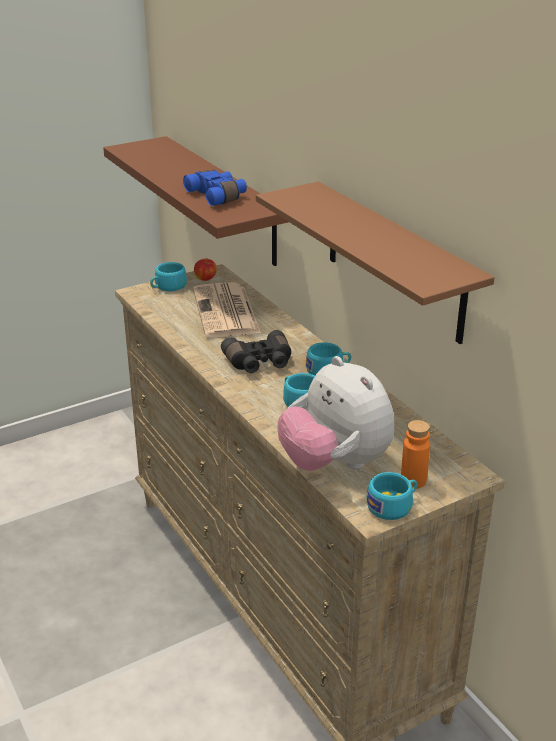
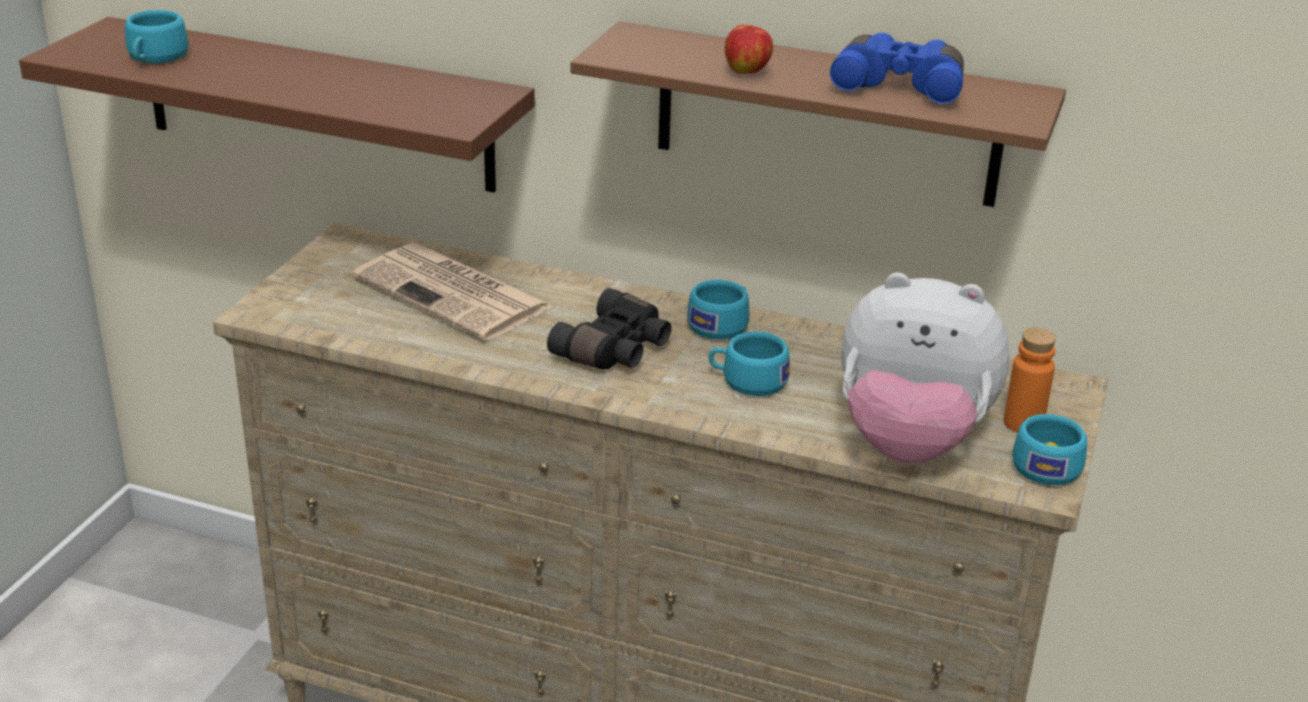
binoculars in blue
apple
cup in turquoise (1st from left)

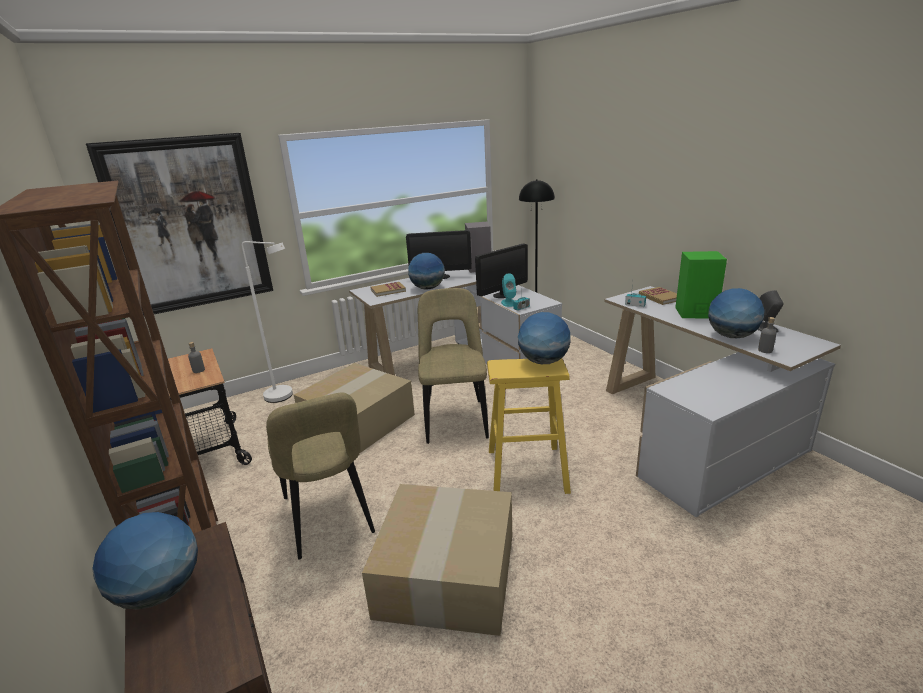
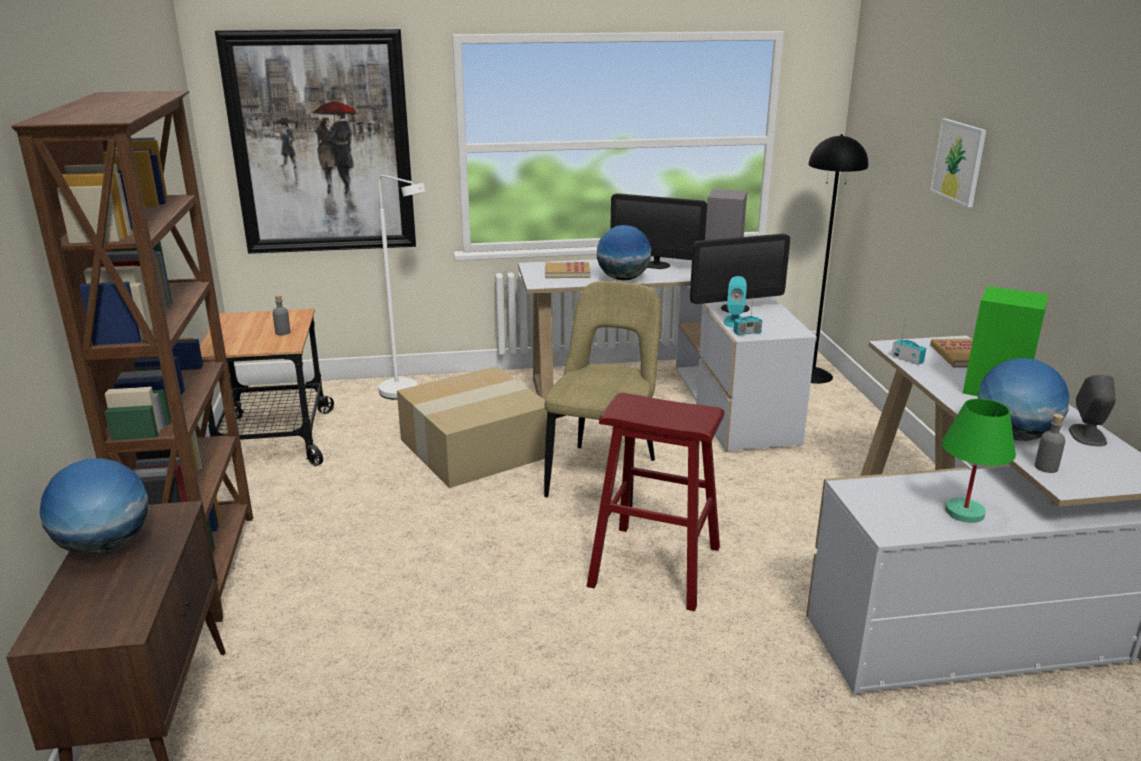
globe (3rd from left in the first image)
stool in red
chair in beige (1st from left in the first image)
cardboard box (2nd from left in the first image)
picture (2nd from left)
table lamp in green

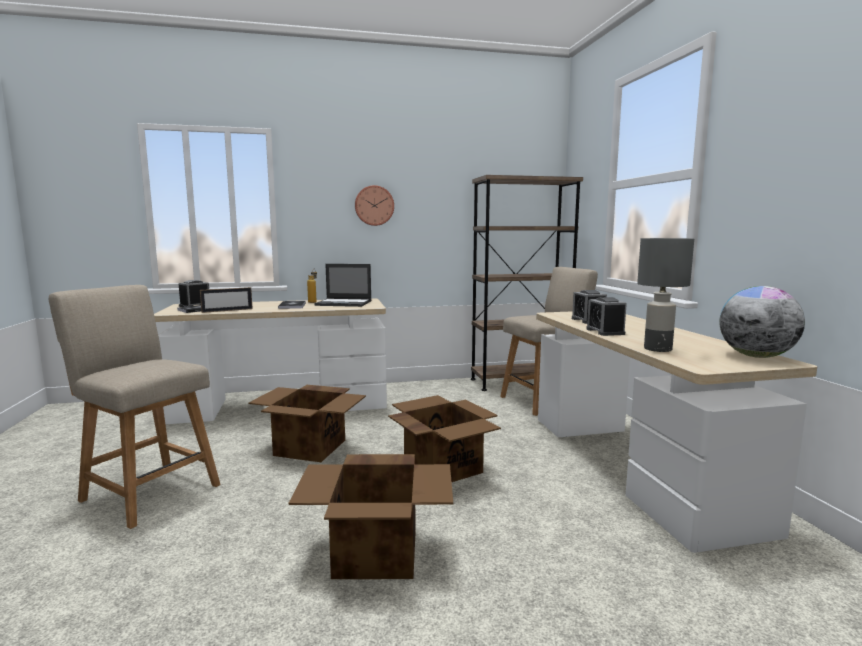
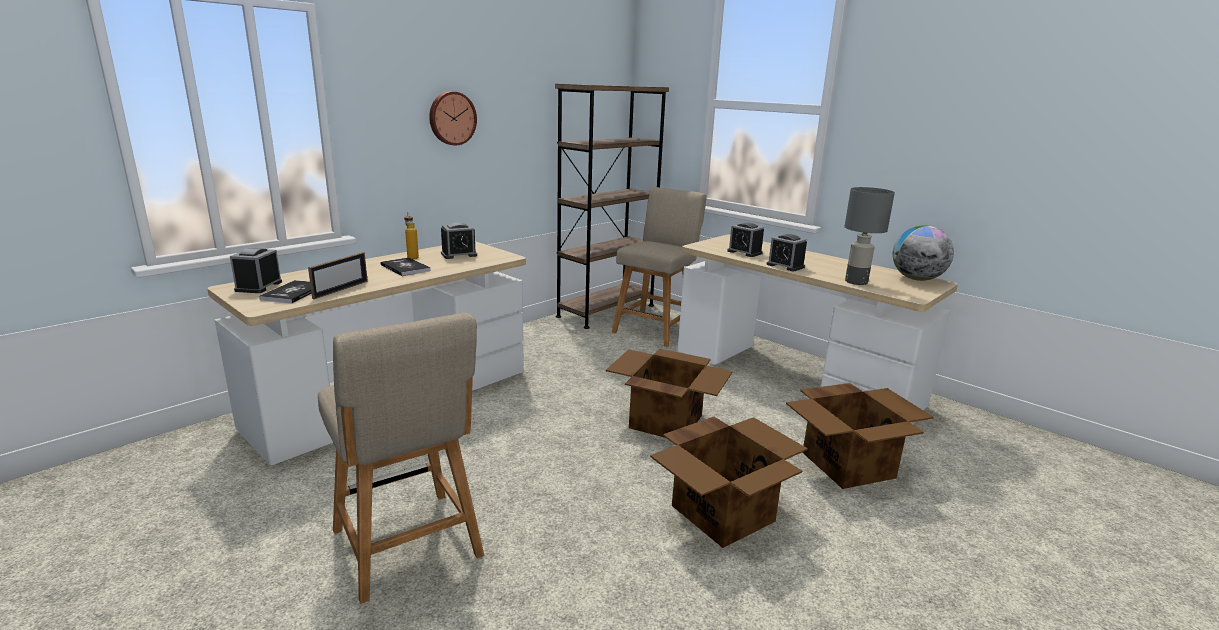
alarm clock (2nd from left)
chair in beige (1st from left)
cardboard box (3rd from left)

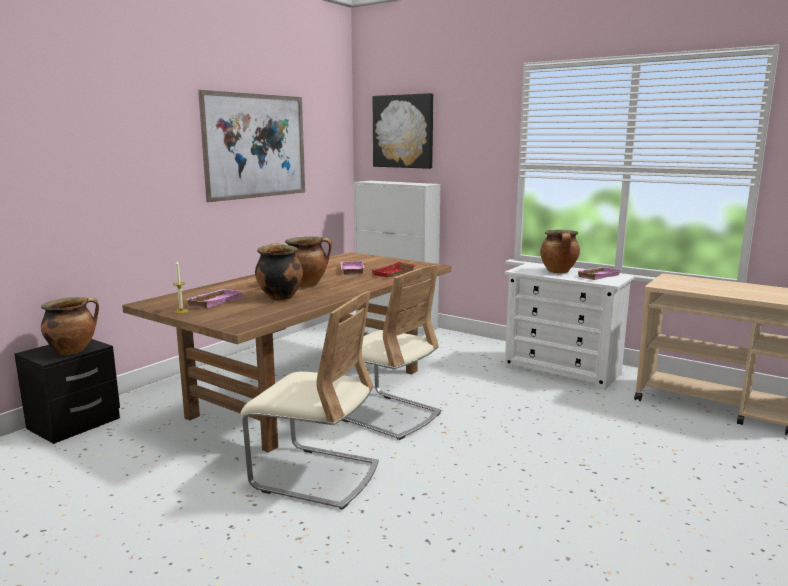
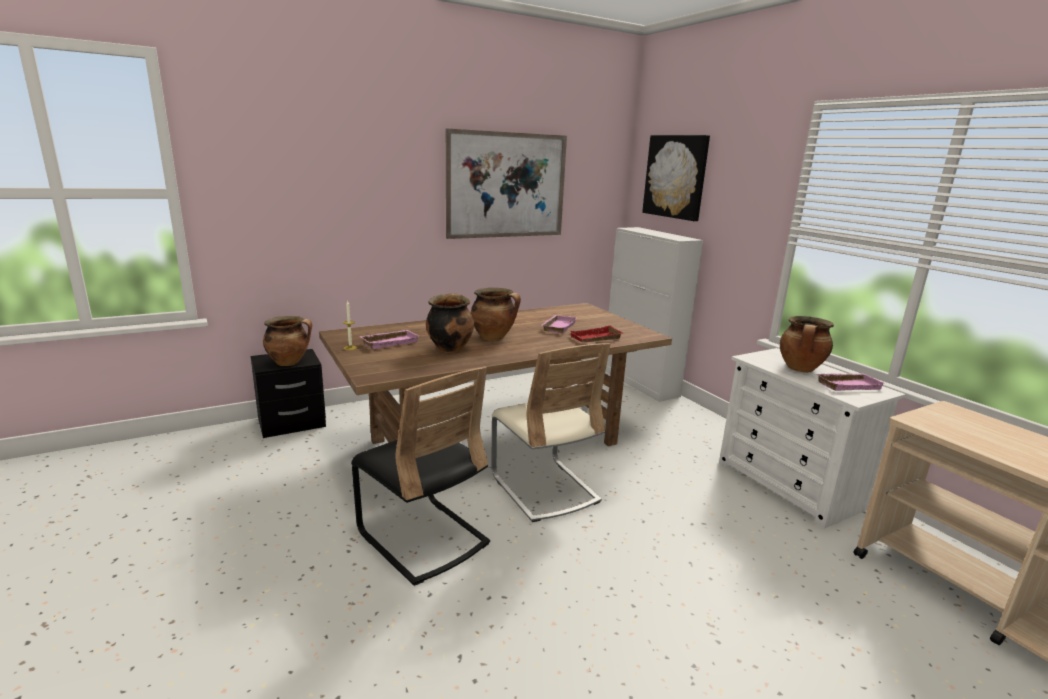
chair in black

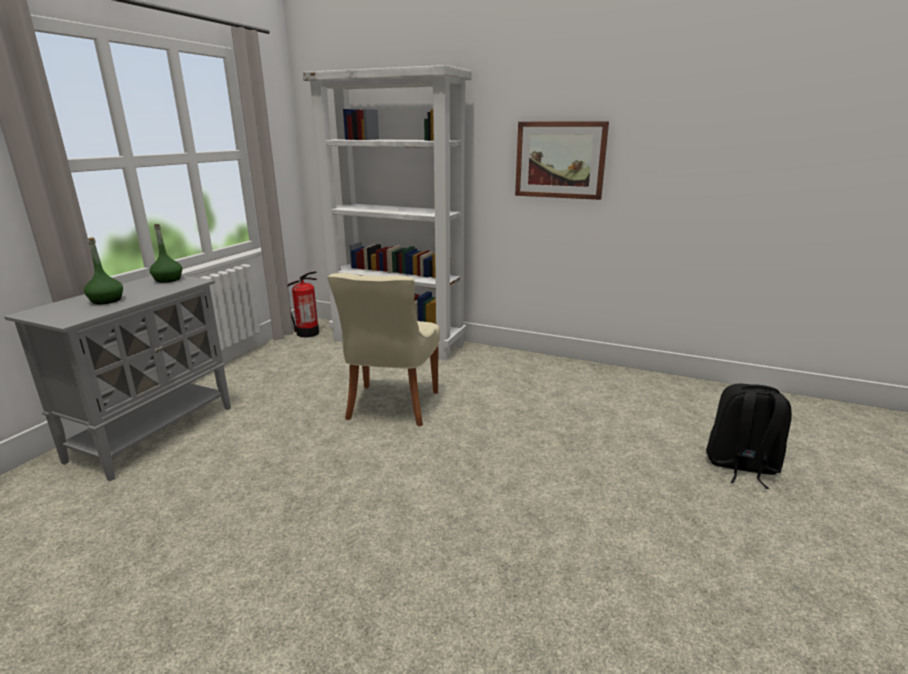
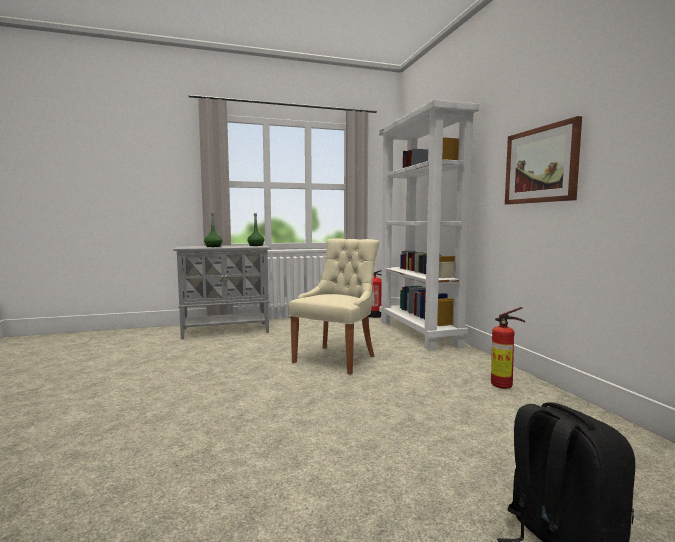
chair in beige
fire extinguisher (2nd from left)

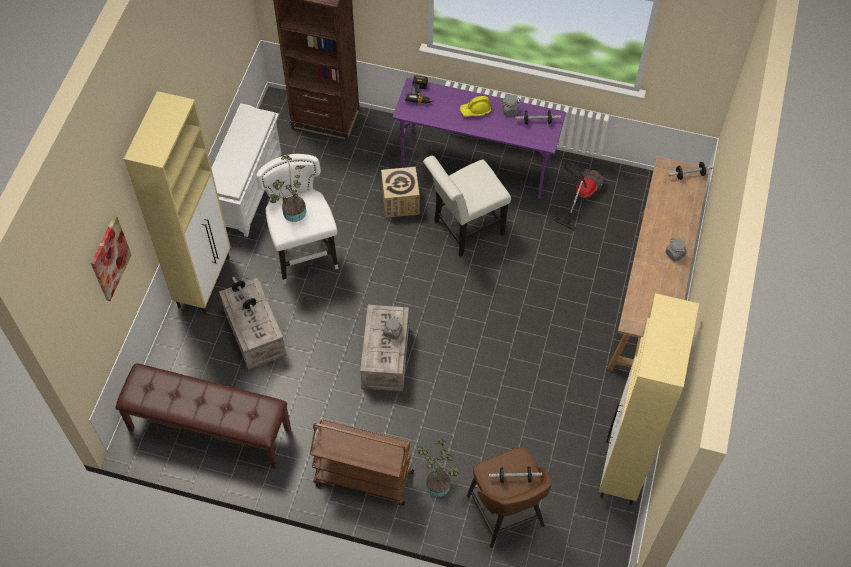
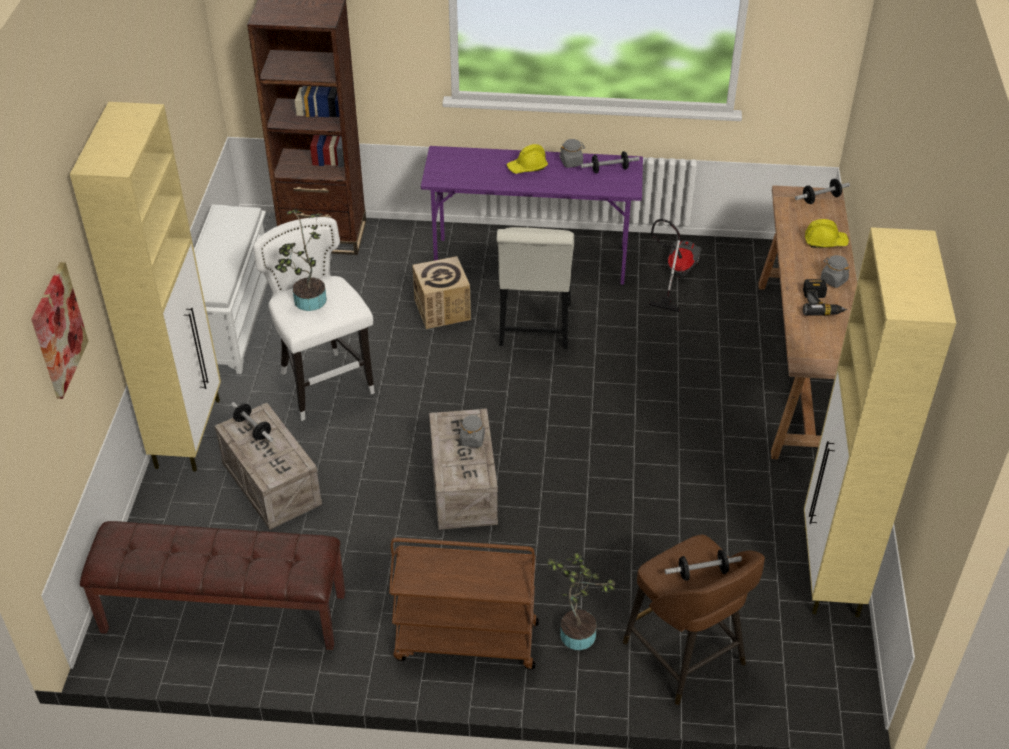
power drill
chair in white
hard hat in yellow (2nd from left)

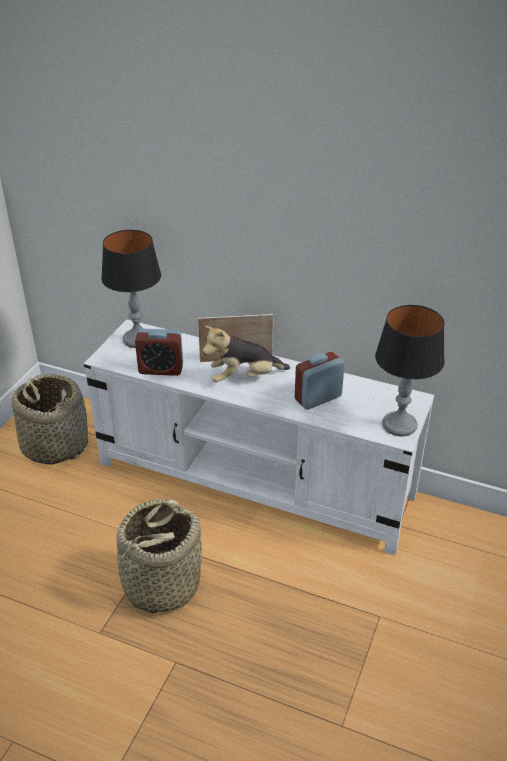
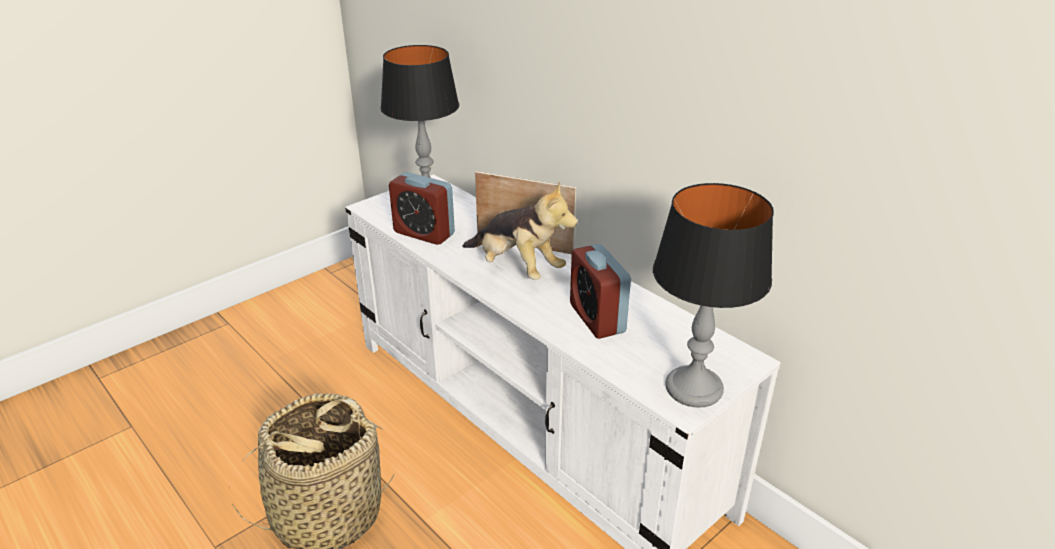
plush toy
alarm clock (2nd from left)
basket (1st from left in the first image)

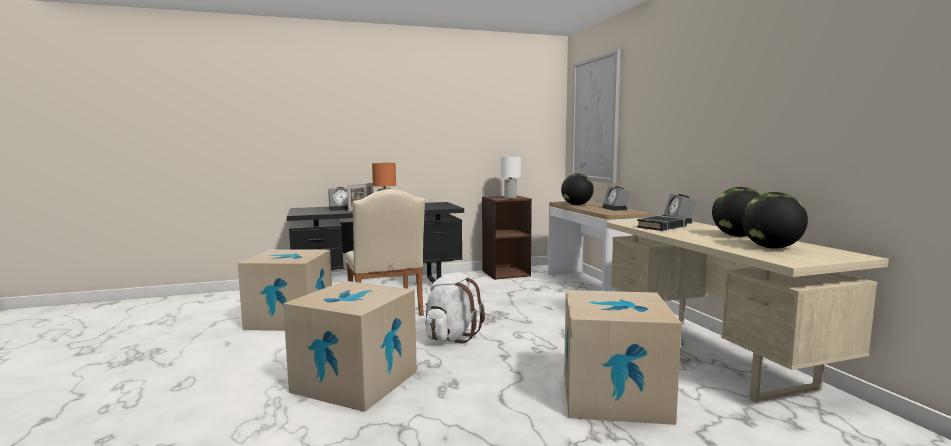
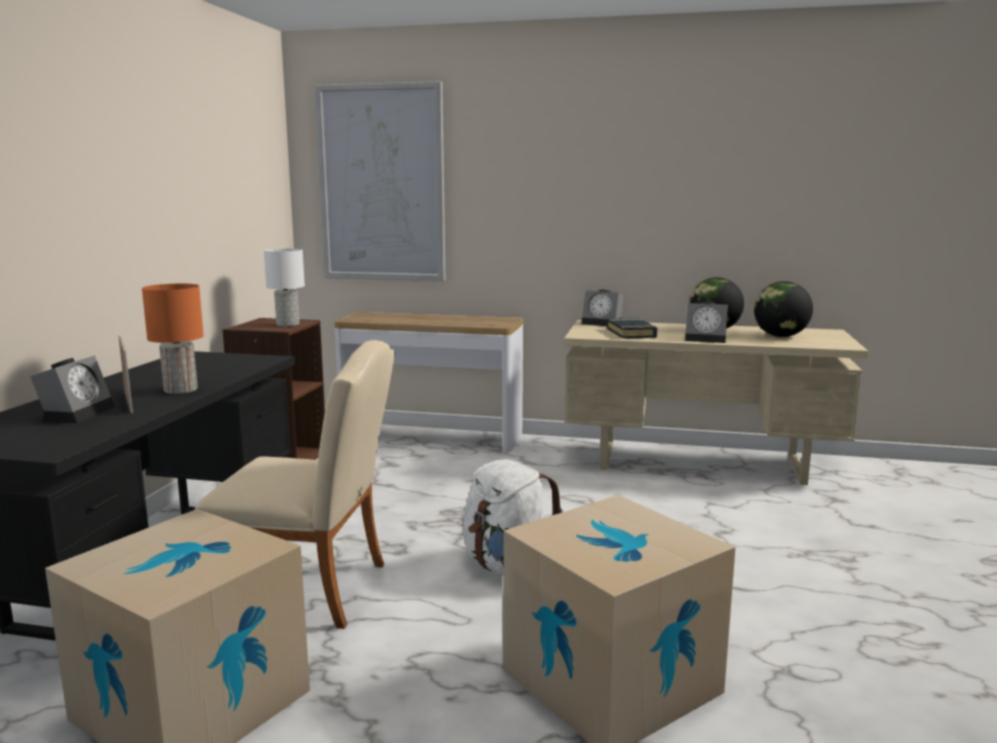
globe (1st from left in the first image)
alarm clock (3rd from left)
cardboard box (3rd from left in the first image)

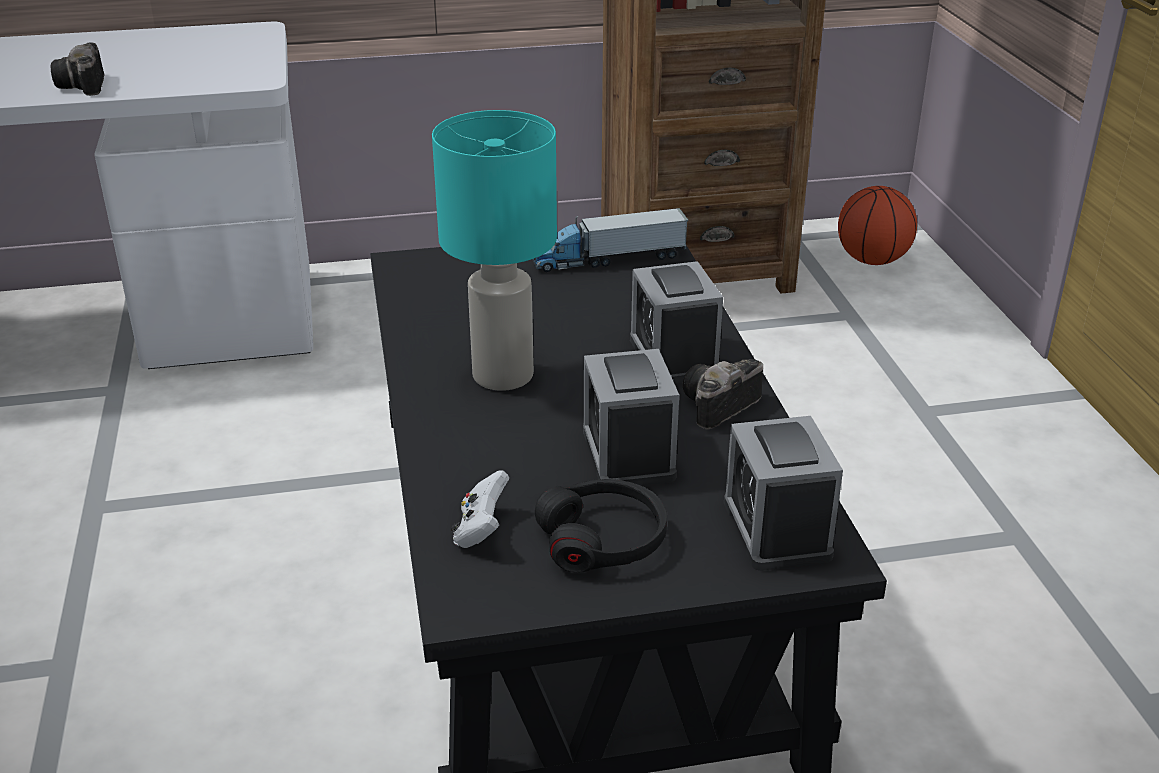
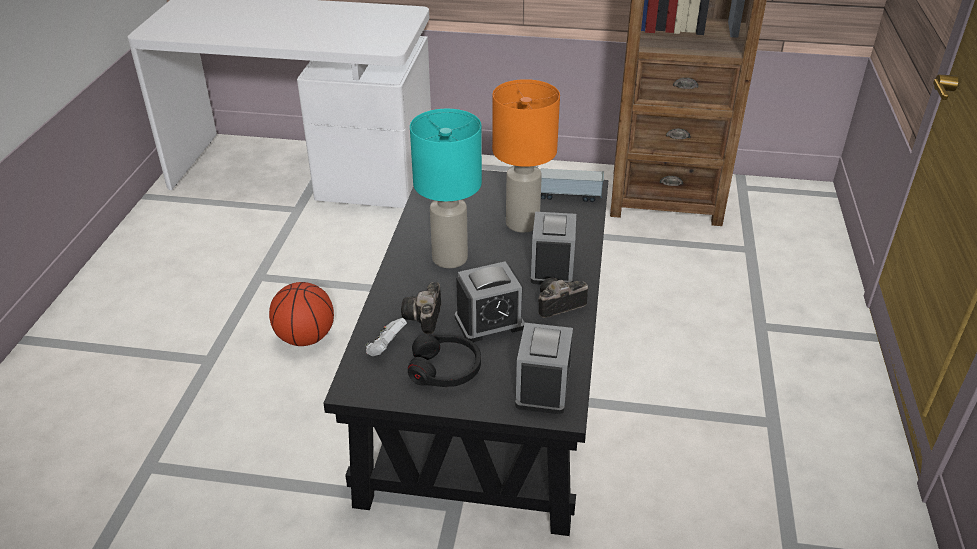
photo camera (1st from left)
basketball
alarm clock (1st from left)
table lamp in orange

